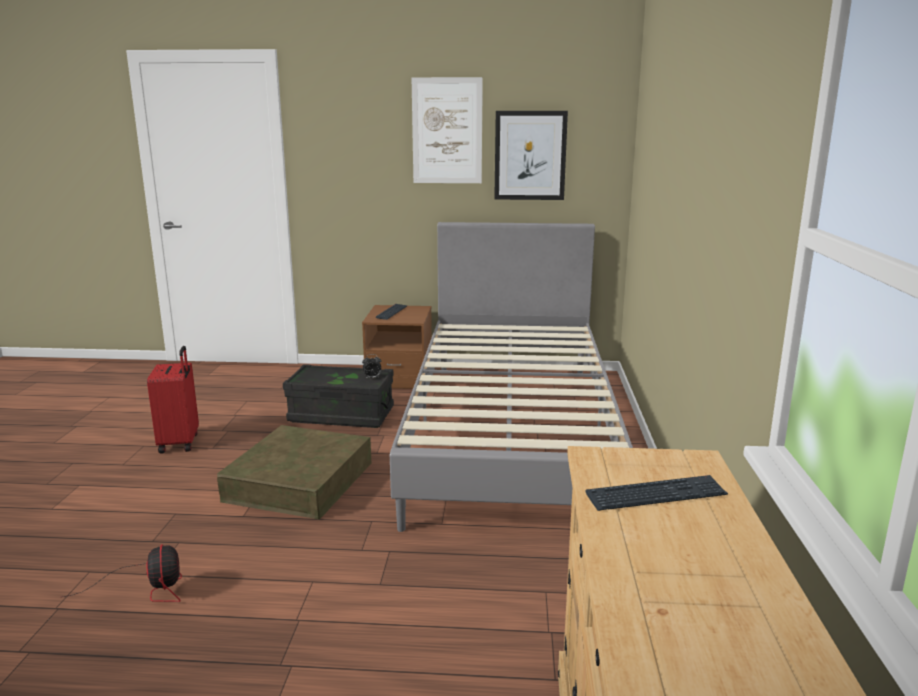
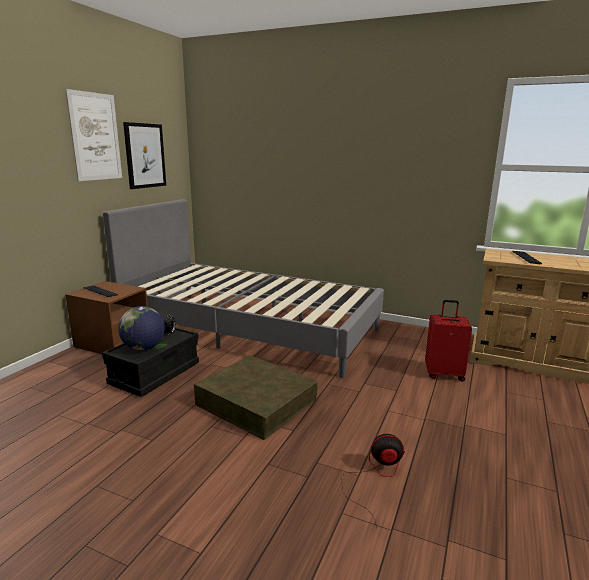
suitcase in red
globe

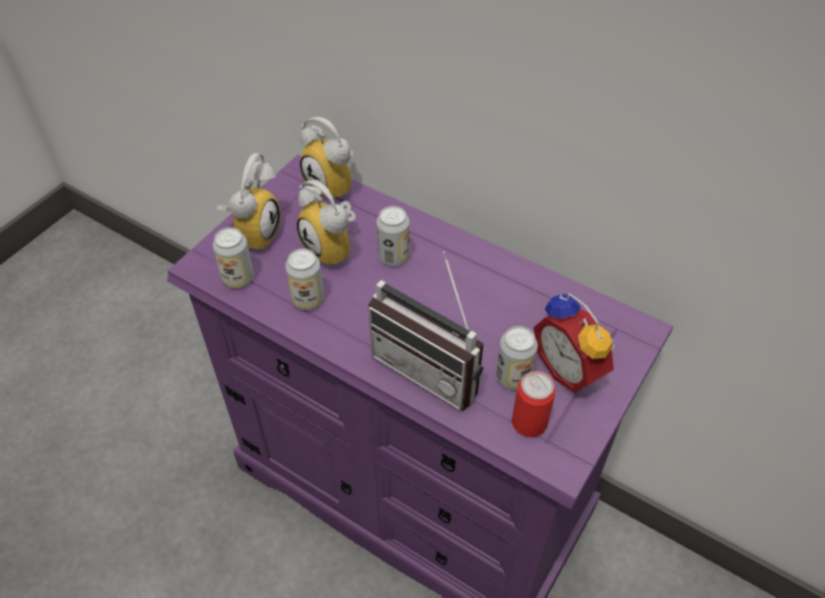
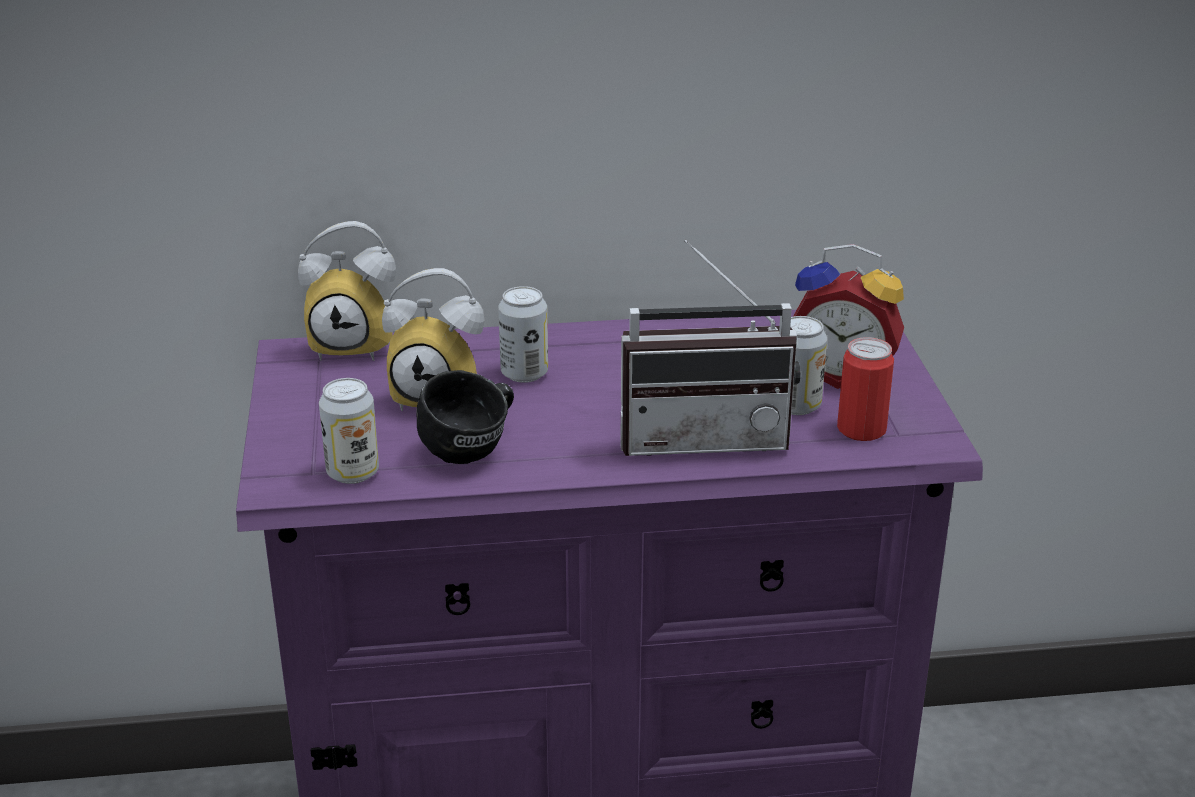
alarm clock (1st from left in the first image)
mug in black

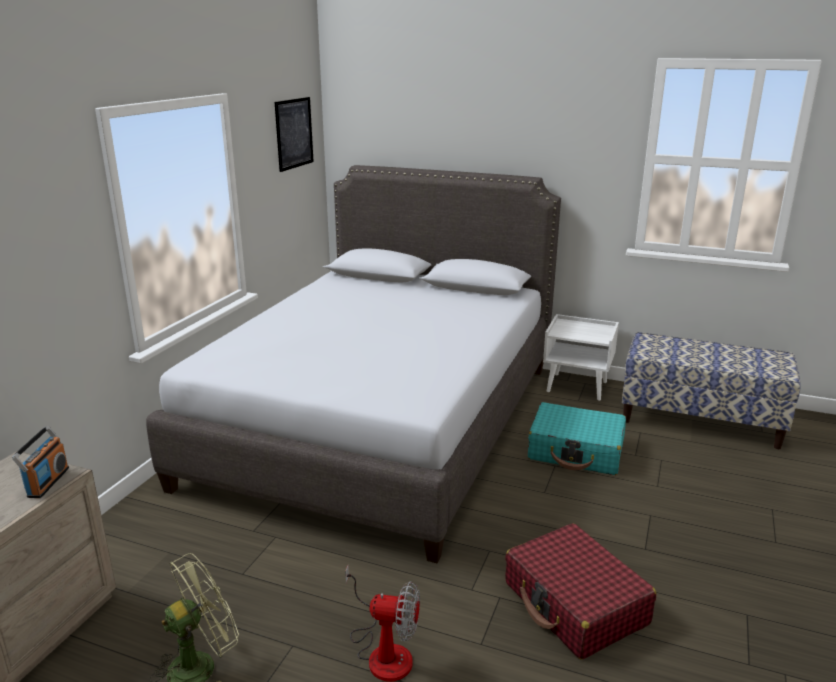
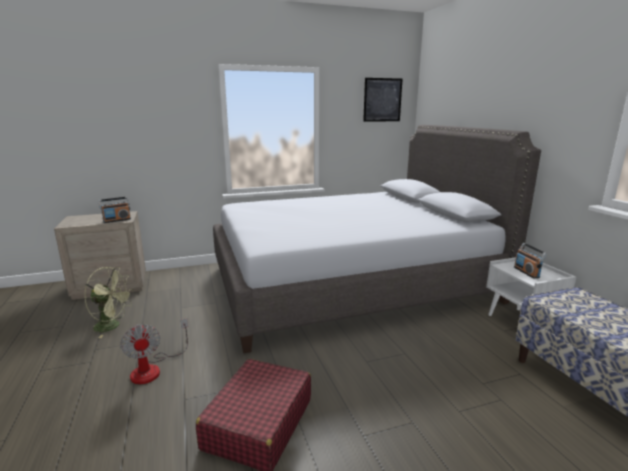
suitcase in turquoise
radio (2nd from left)

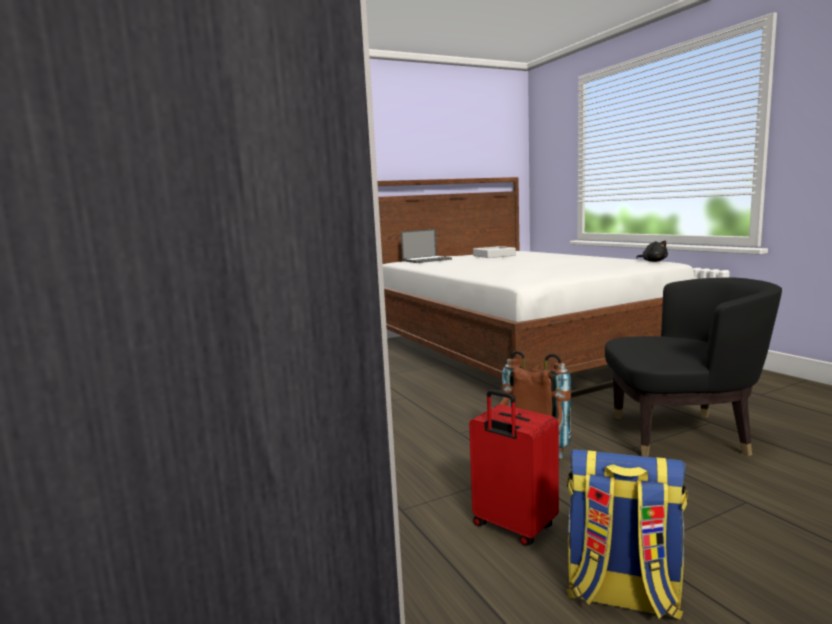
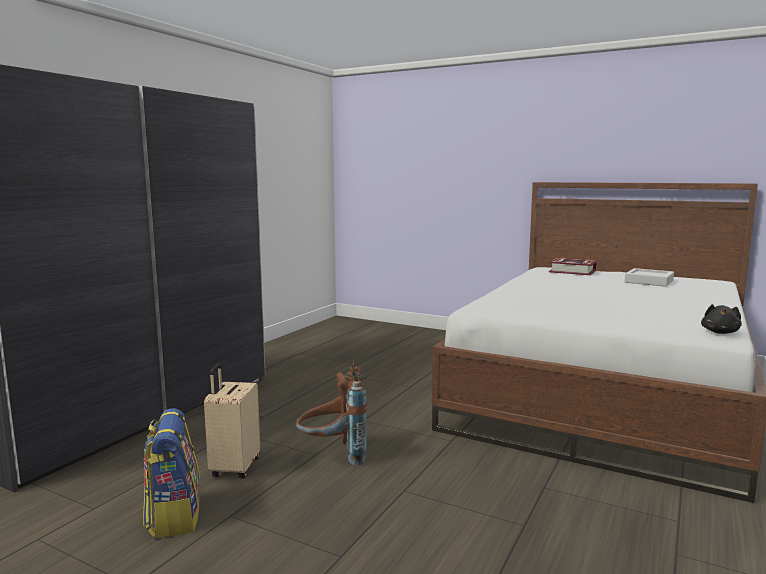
book
armchair in black
suitcase in beige

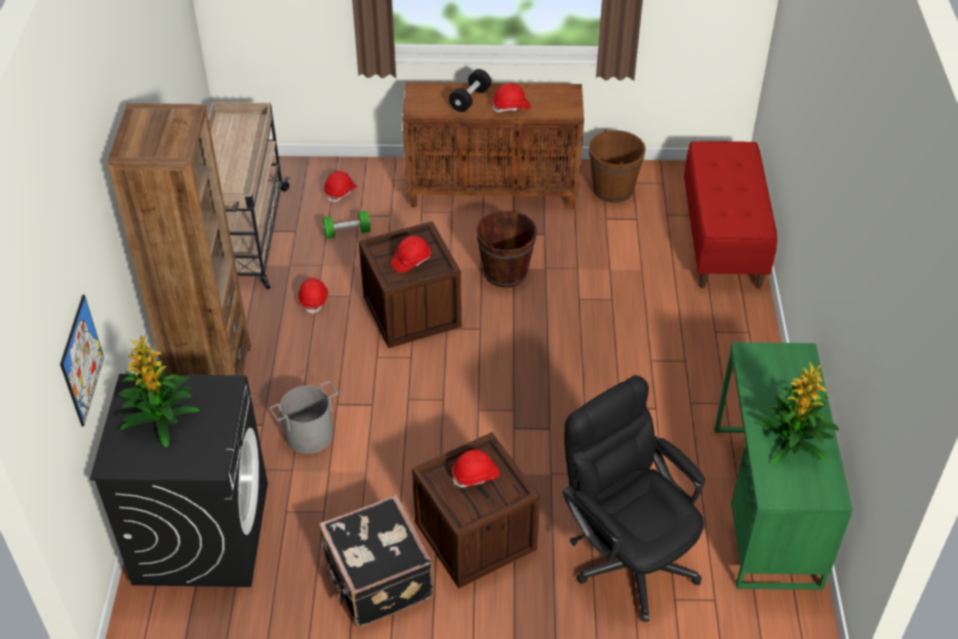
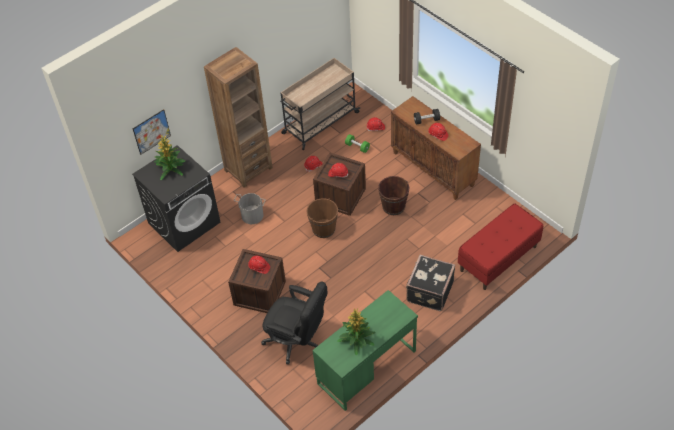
bucket in brown (1st from left)
office chair in black
suitcase in black

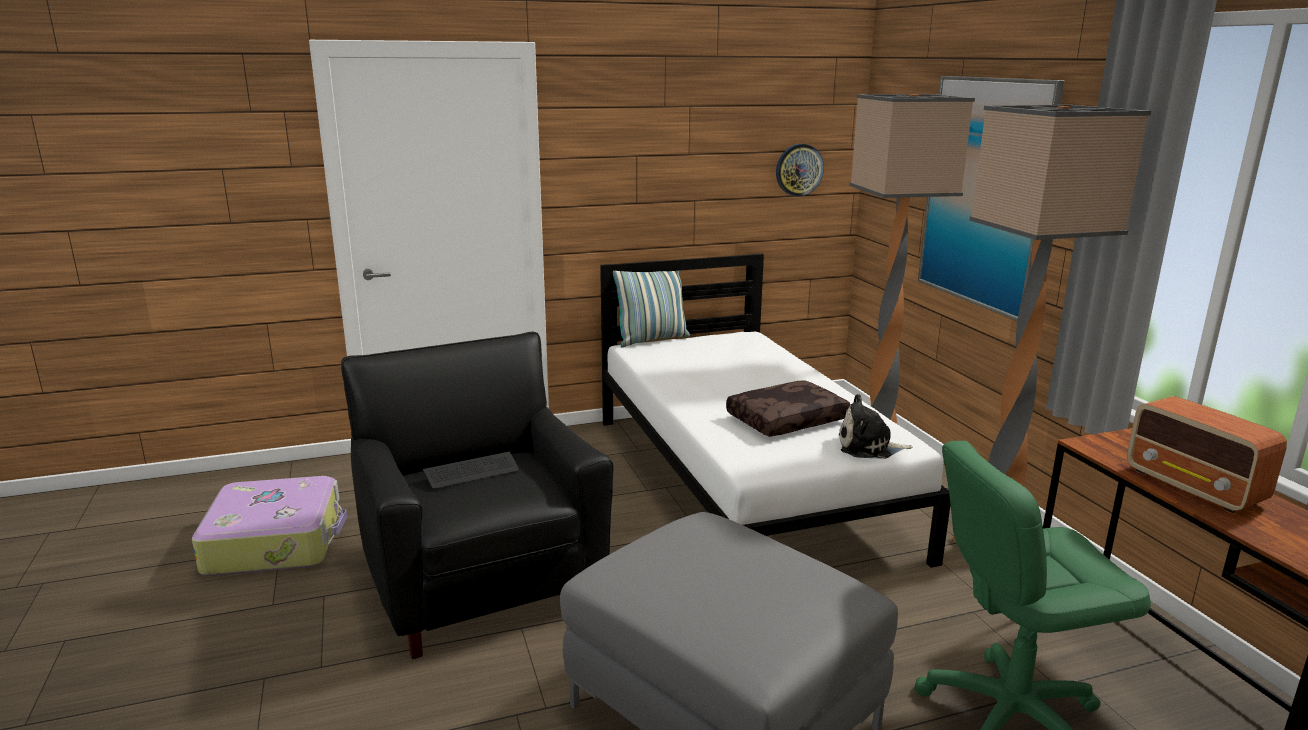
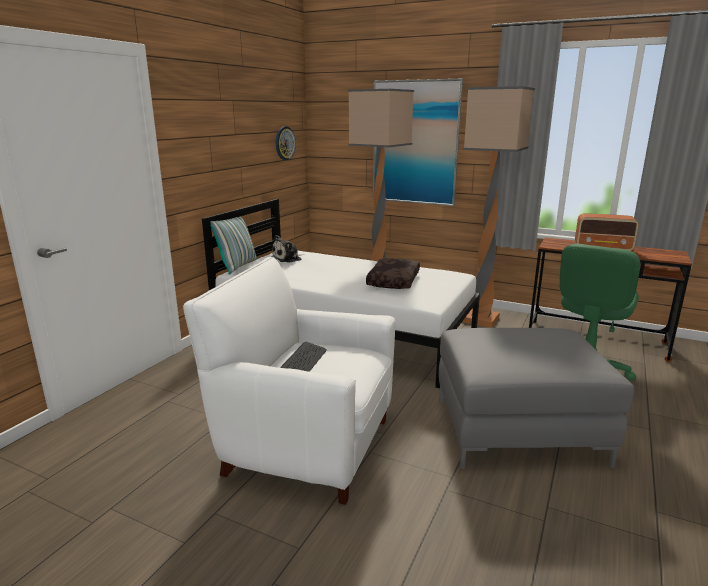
armchair in white
plush toy
suitcase

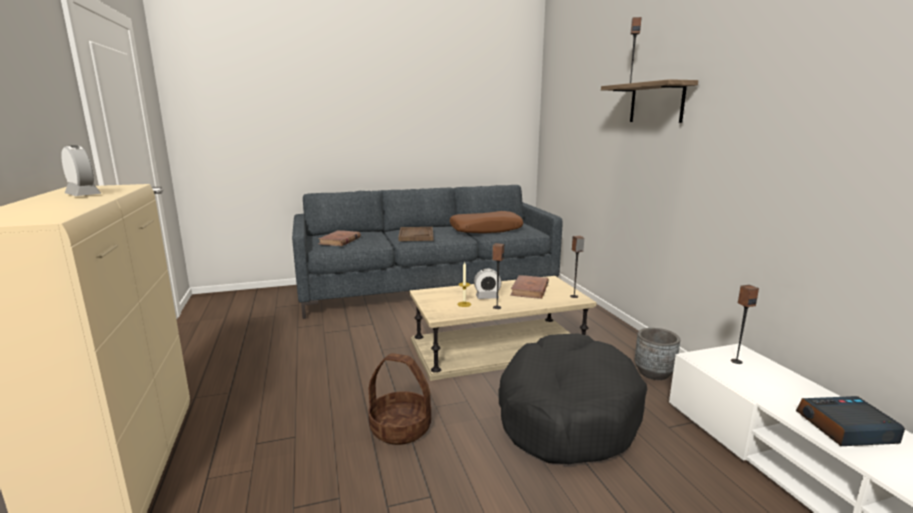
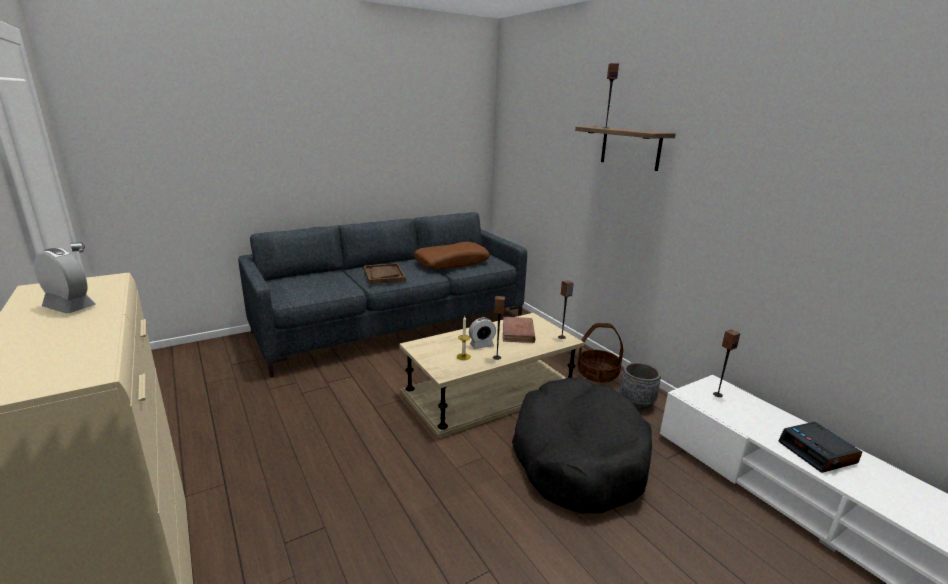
book in brown (1st from left in the first image)
basket
alarm clock (3rd from left)

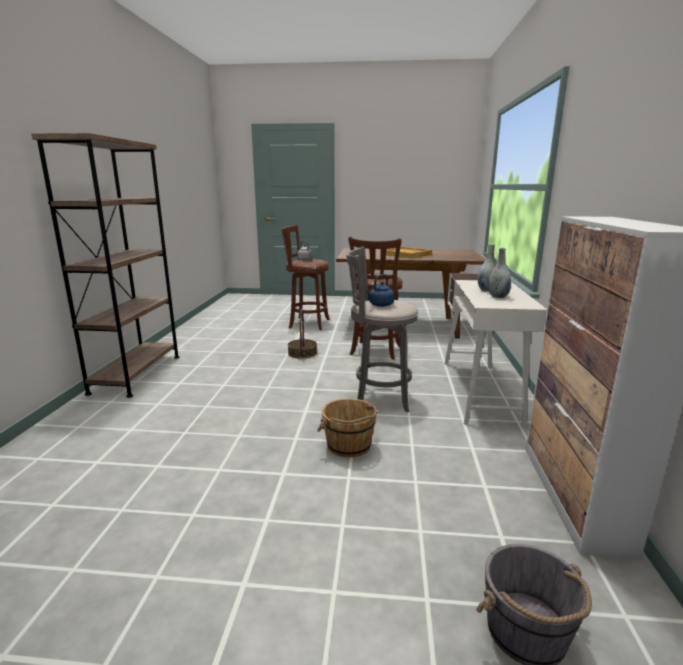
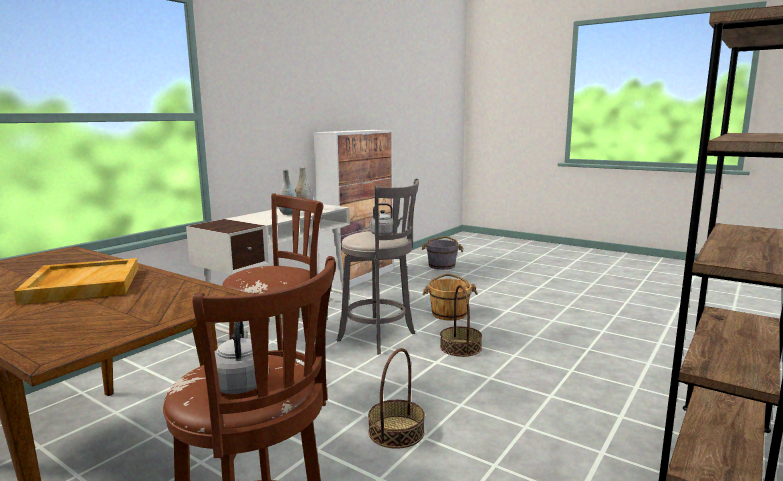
kettle in grey (2nd from left)
basket (2nd from left)

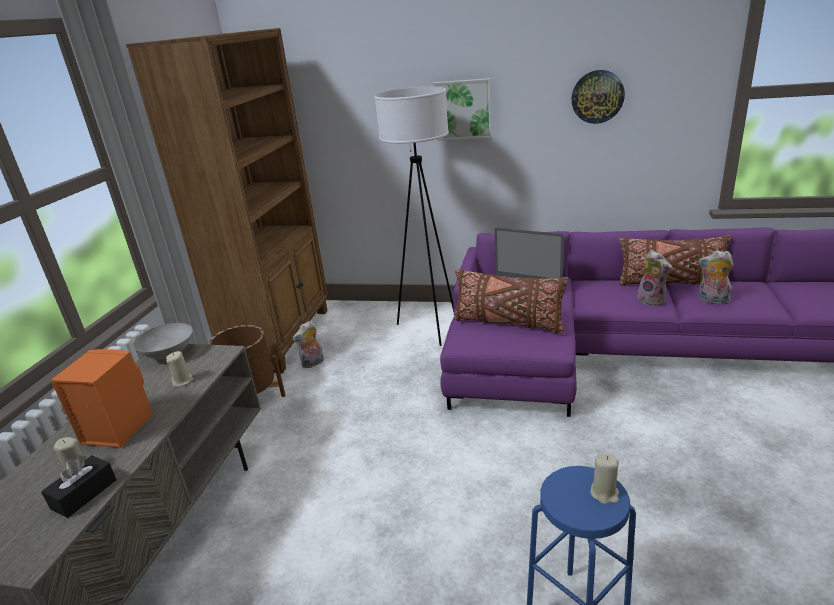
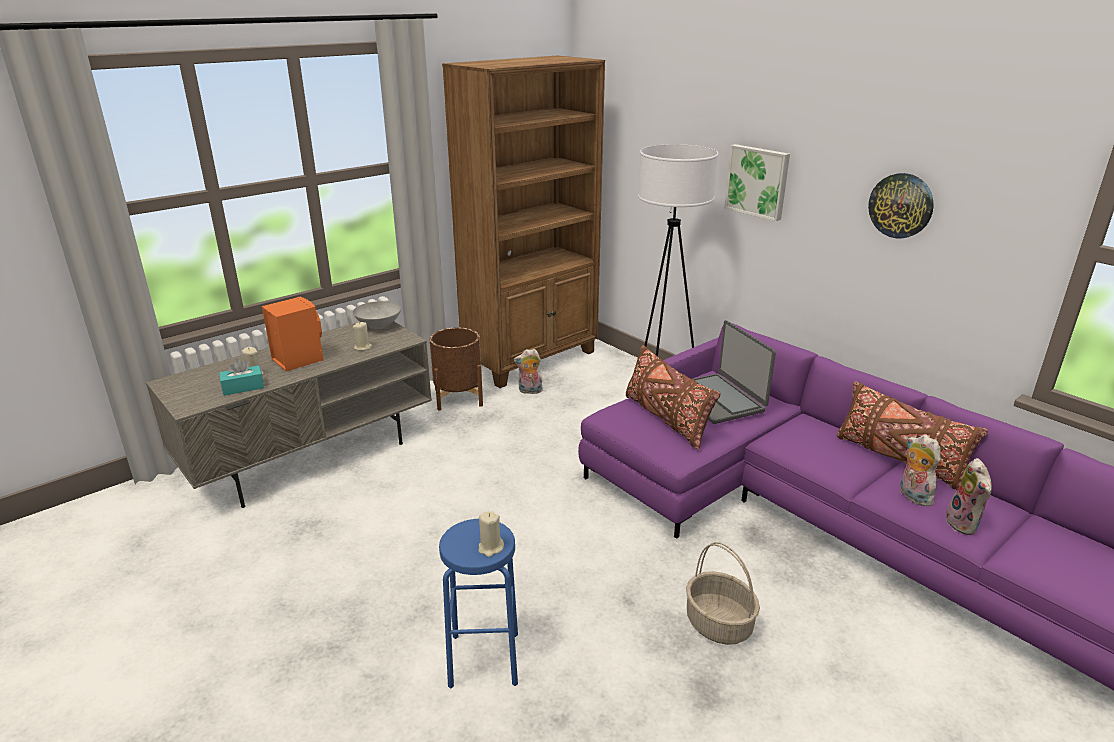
plush toy (3rd from left)
tissue box in turquoise
basket

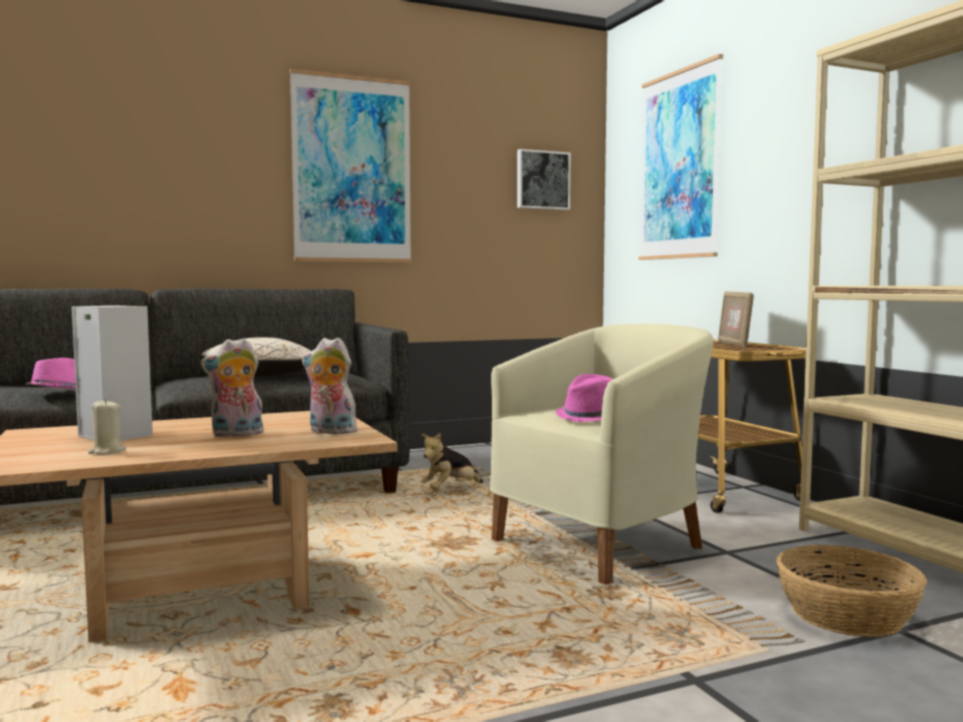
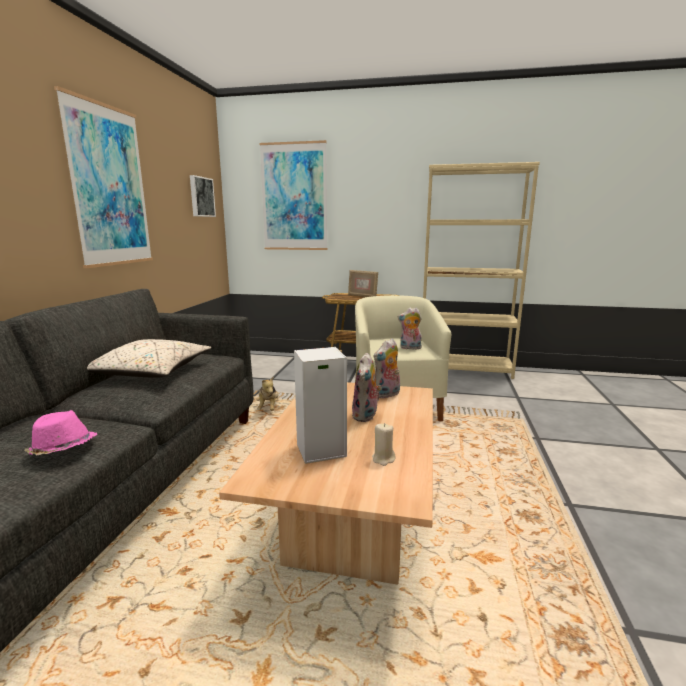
plush toy (4th from left)
basket

